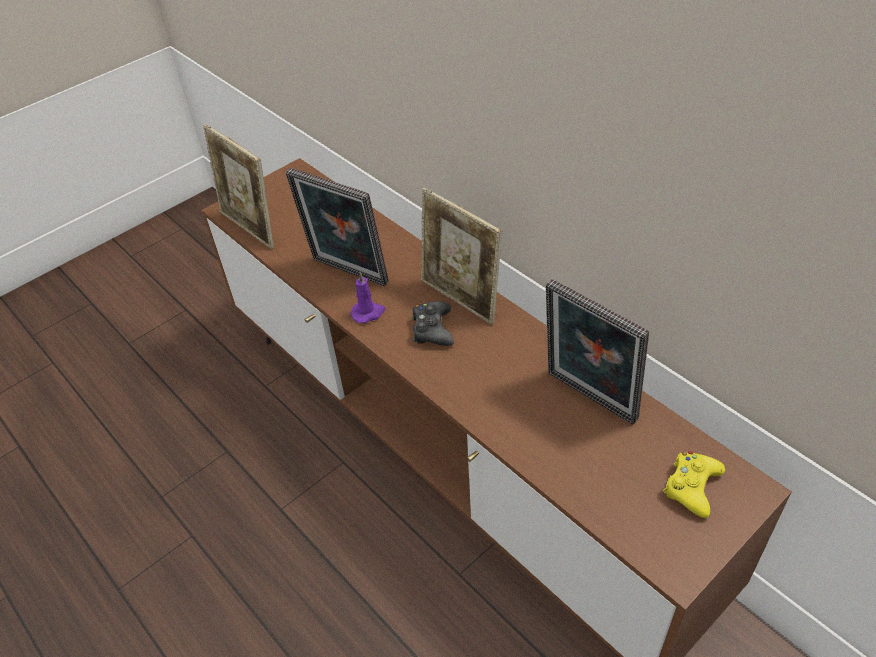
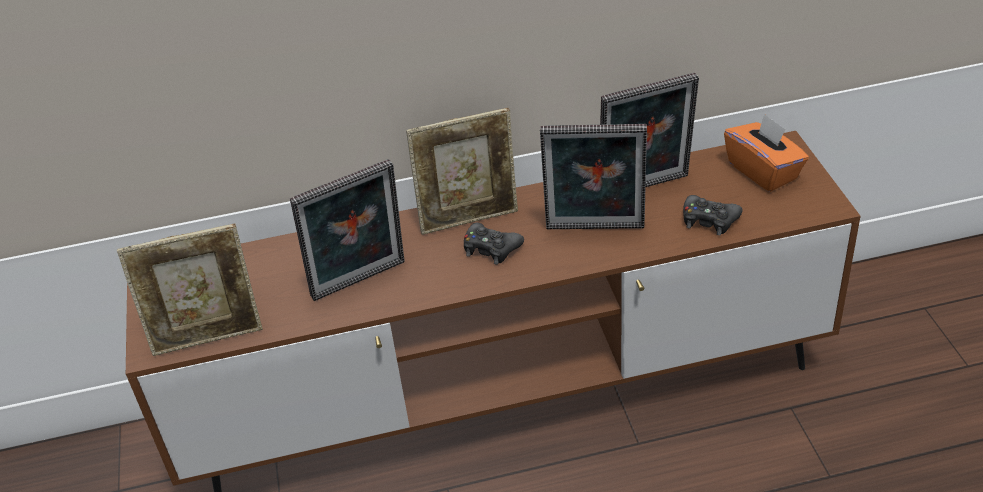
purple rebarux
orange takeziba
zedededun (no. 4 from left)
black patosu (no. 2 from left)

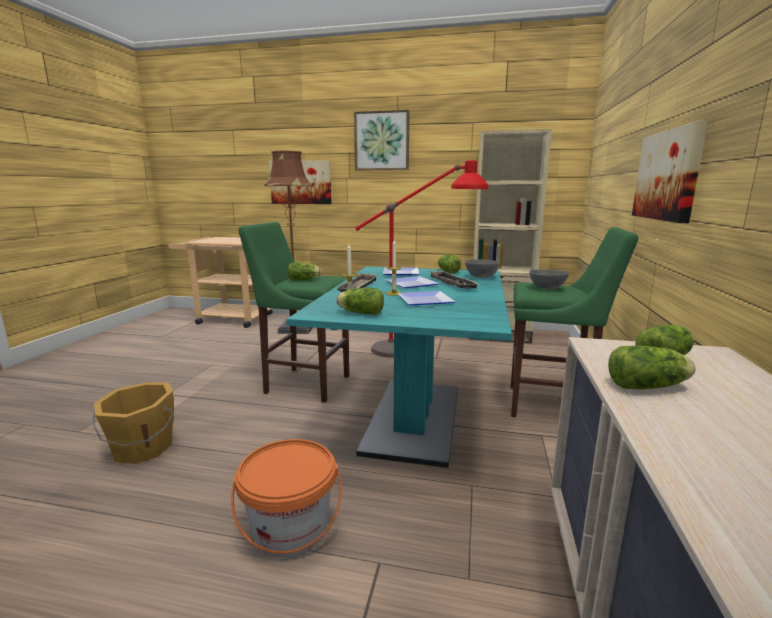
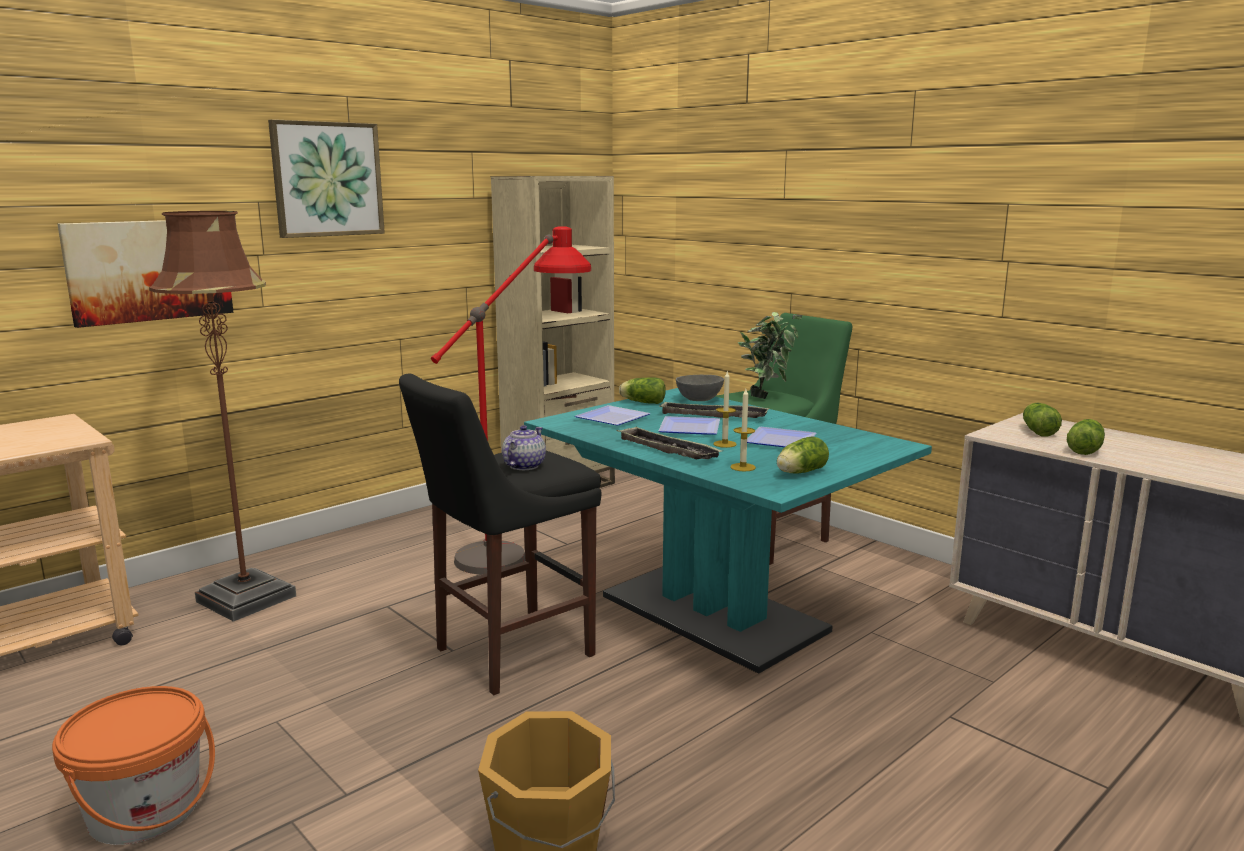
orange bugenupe (no. 1 from left)
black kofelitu
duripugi
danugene
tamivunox (no. 3 from left in the first image)

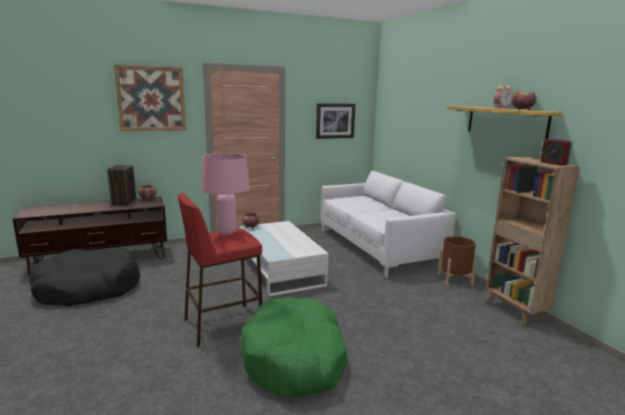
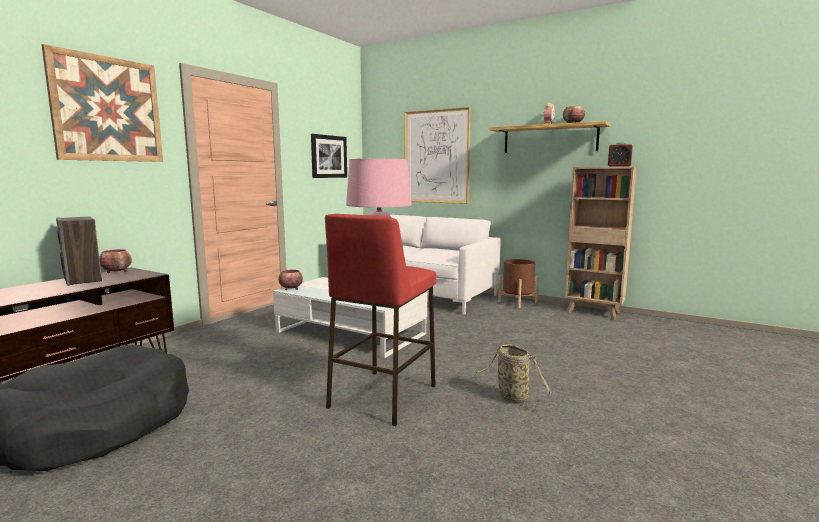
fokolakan
tamivunox (no. 3 from left)

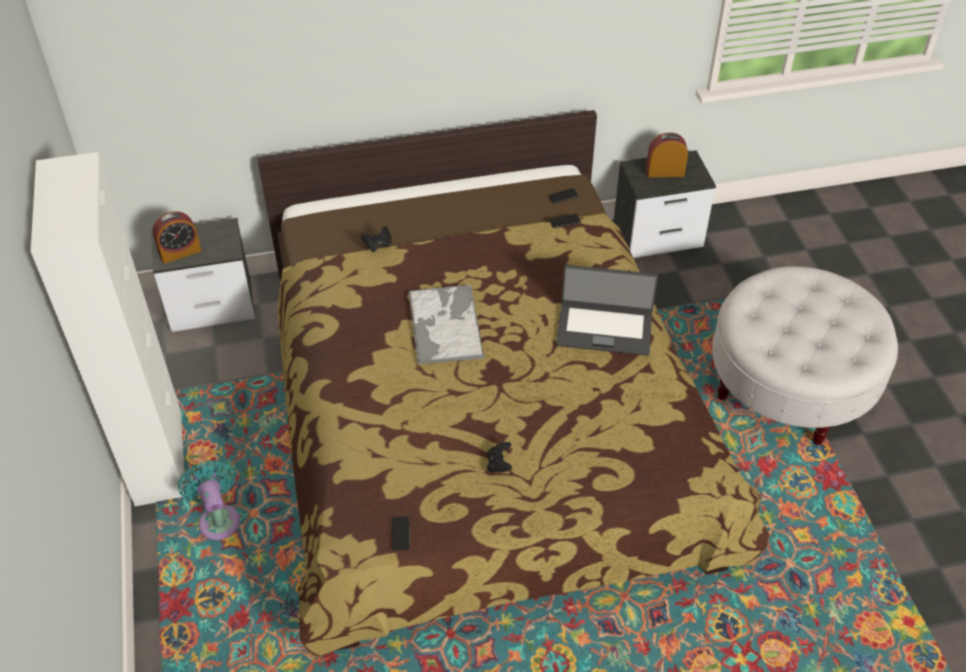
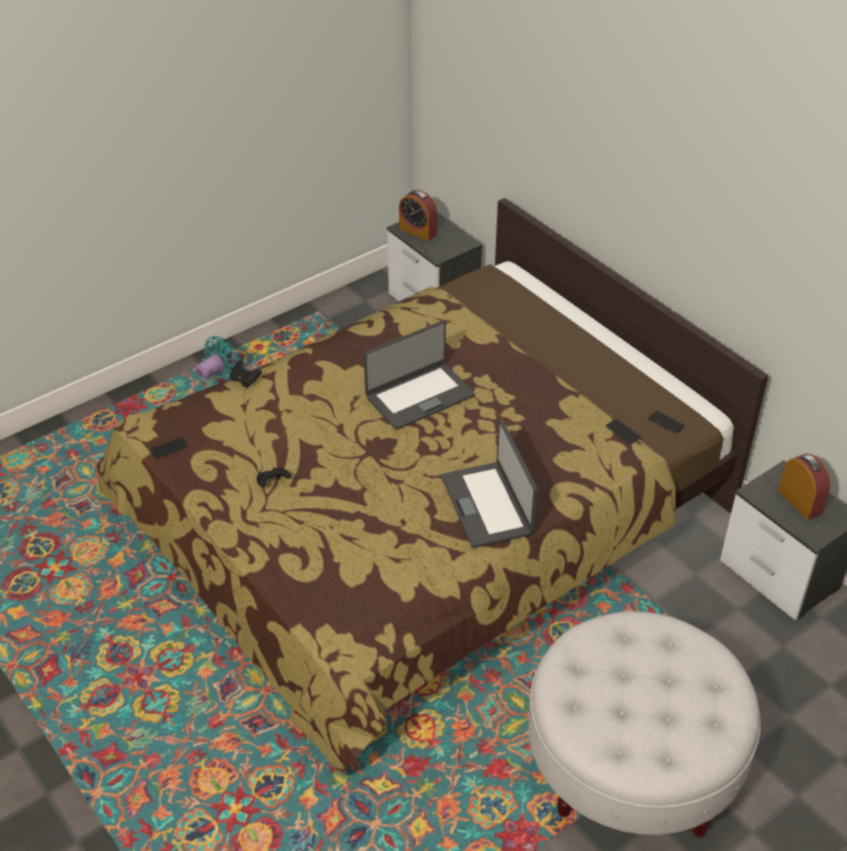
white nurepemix
black patosu (no. 1 from left)
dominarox (no. 1 from left)

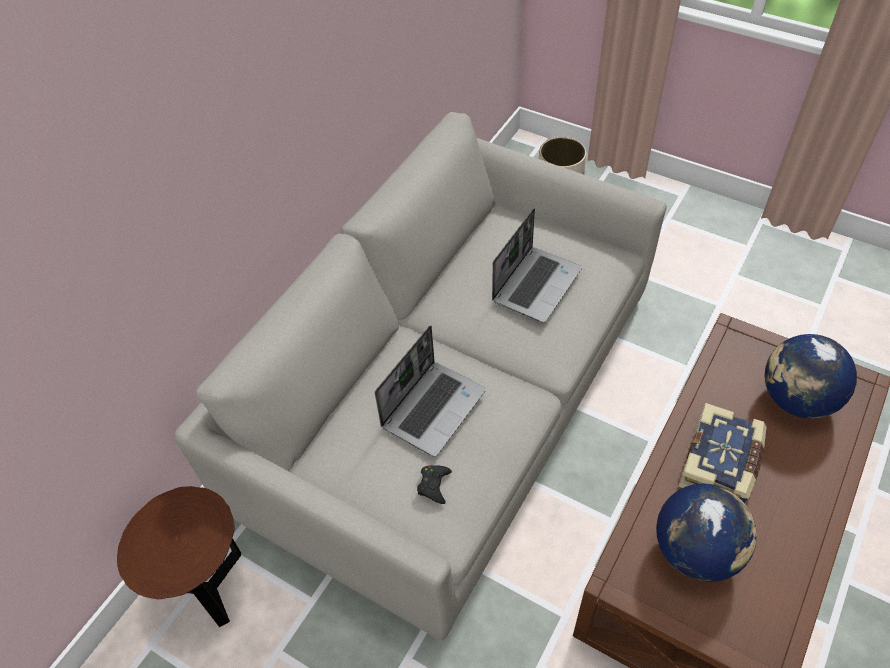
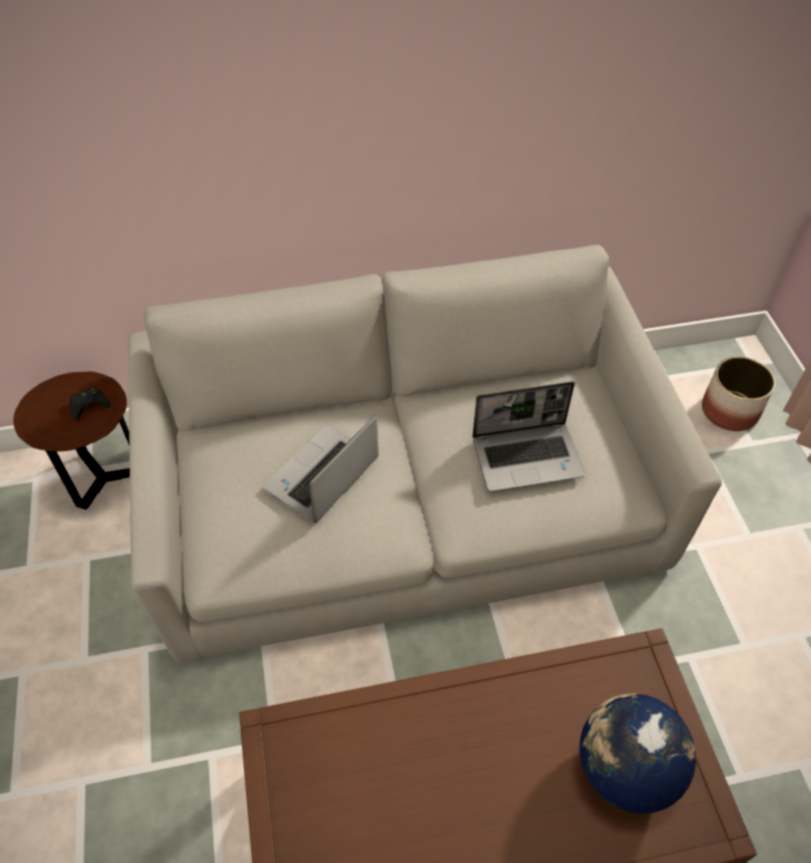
dominarox (no. 1 from left)
black patosu
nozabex (no. 1 from left in the first image)
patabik

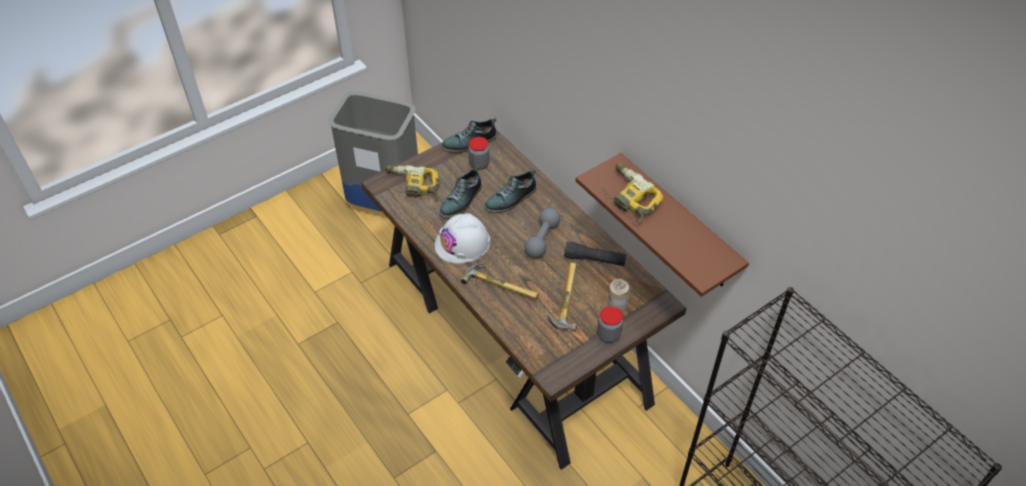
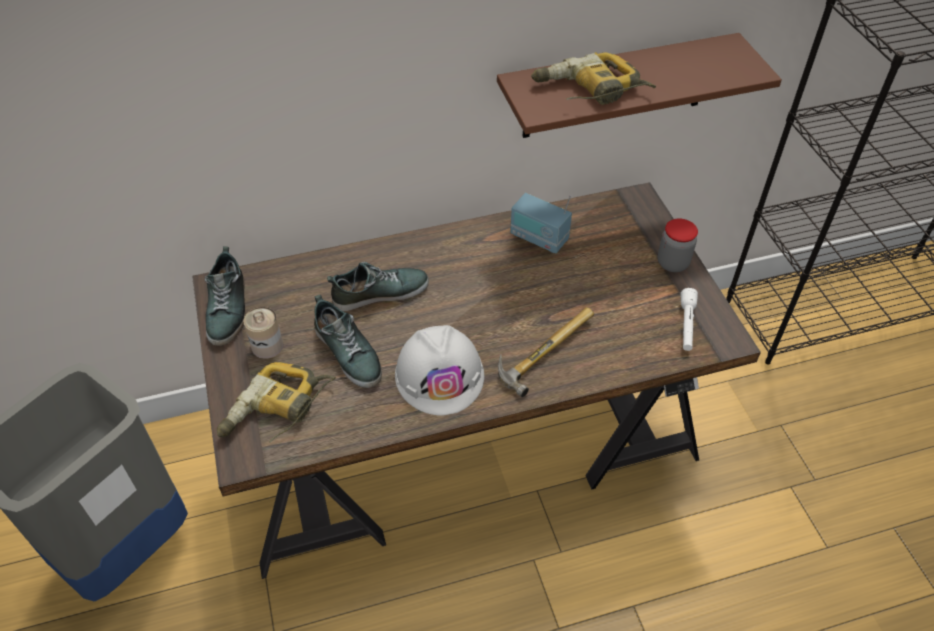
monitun (no. 1 from left in the first image)
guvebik (no. 3 from left)
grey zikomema
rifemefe (no. 2 from left in the first image)
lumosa
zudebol
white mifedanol

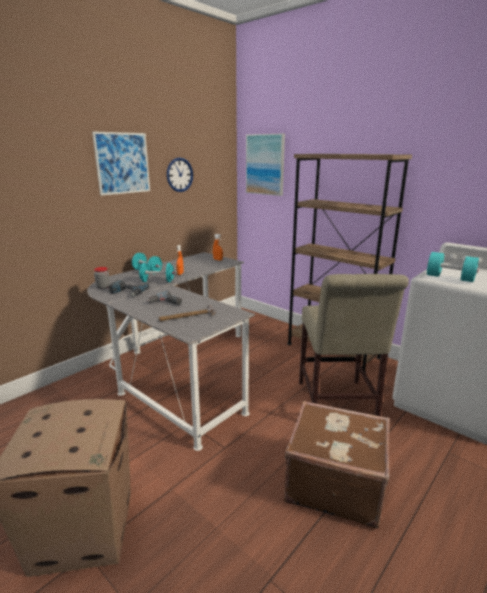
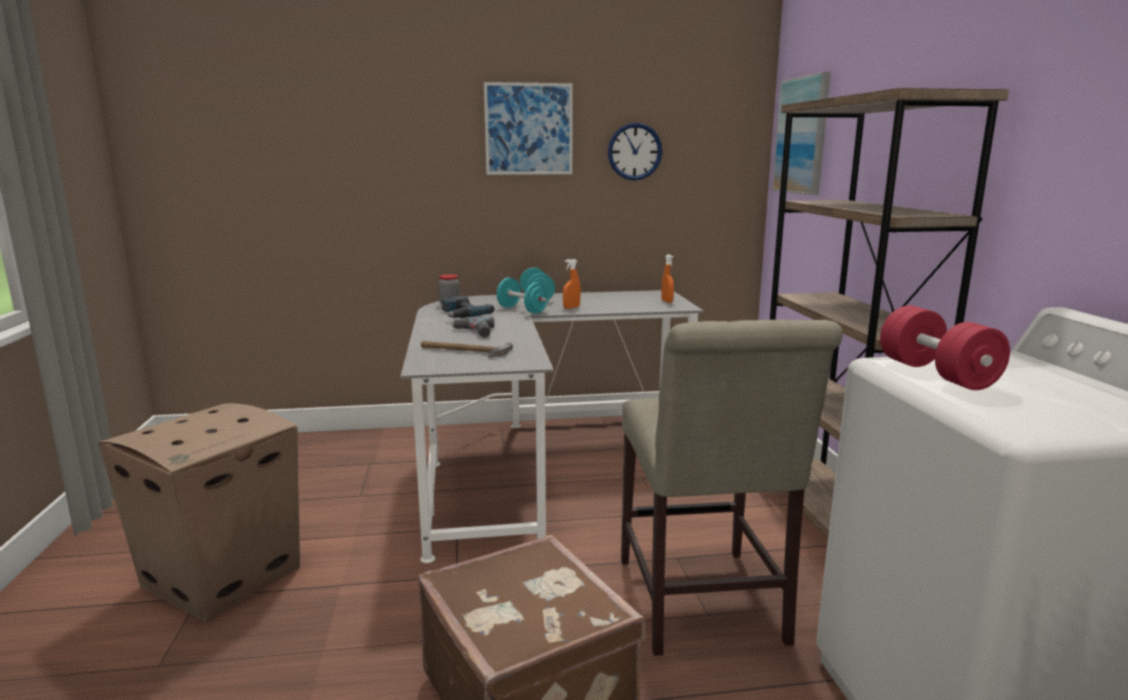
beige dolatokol
red zikomema

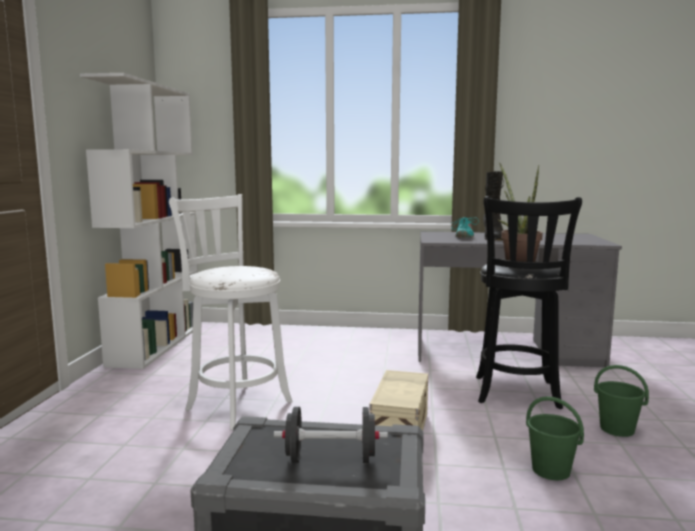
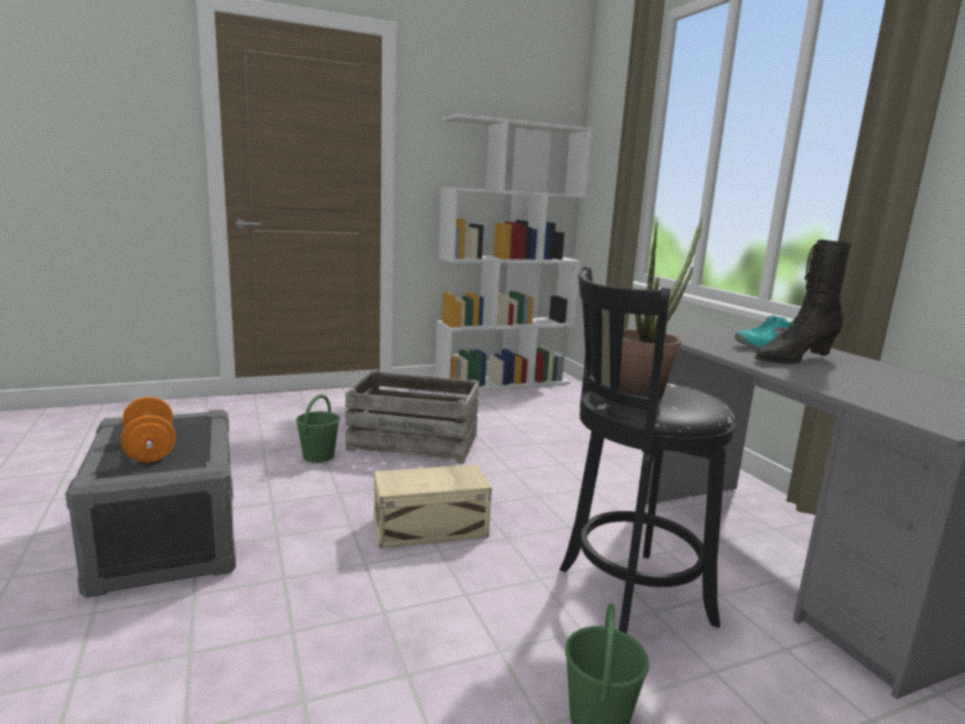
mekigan
orange zikomema
green bugenupe (no. 1 from left)

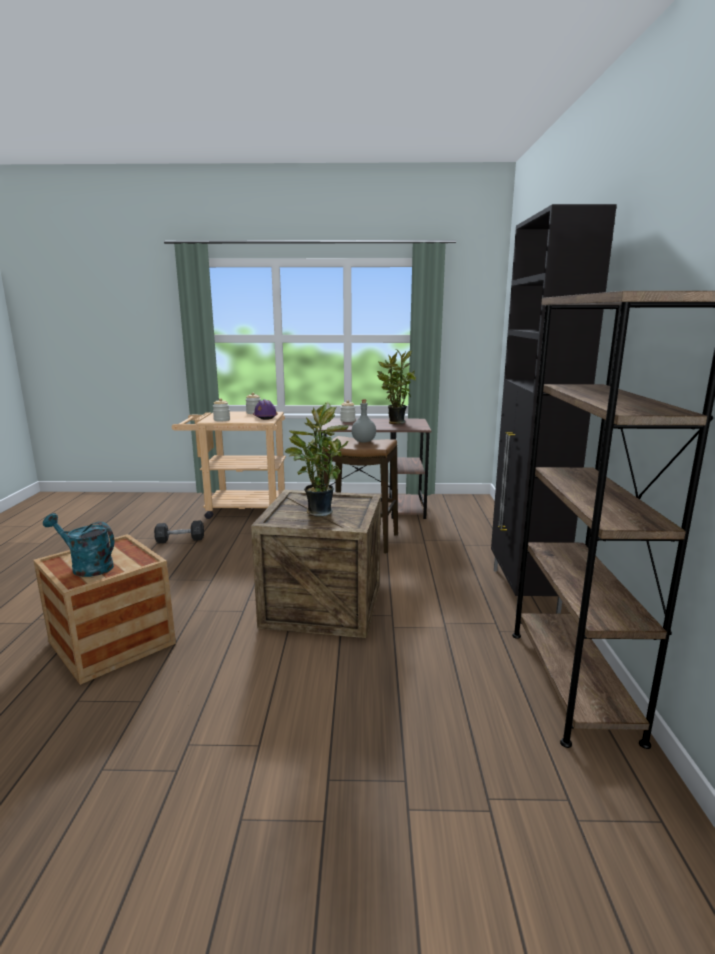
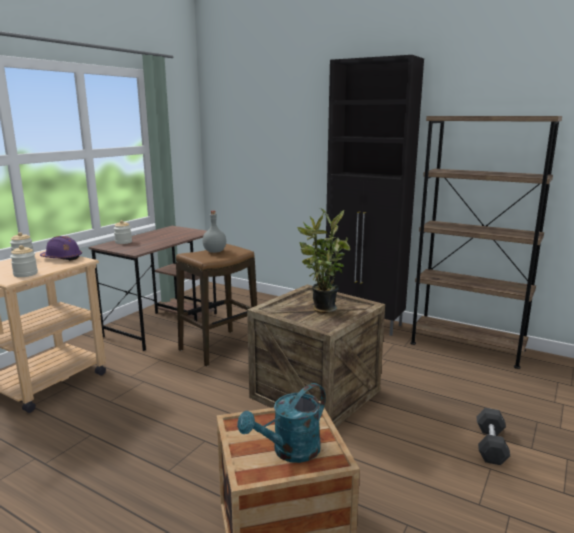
grey zikomema
danugene (no. 2 from left in the first image)

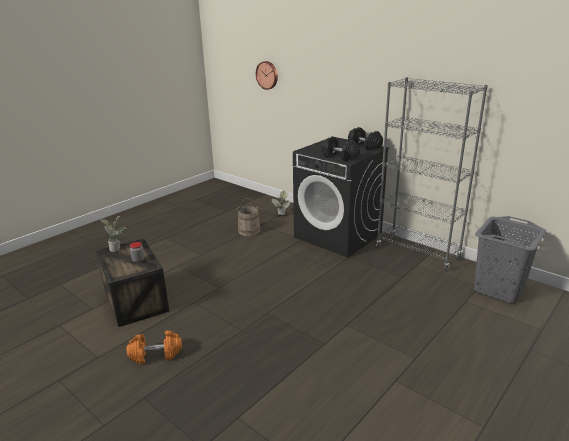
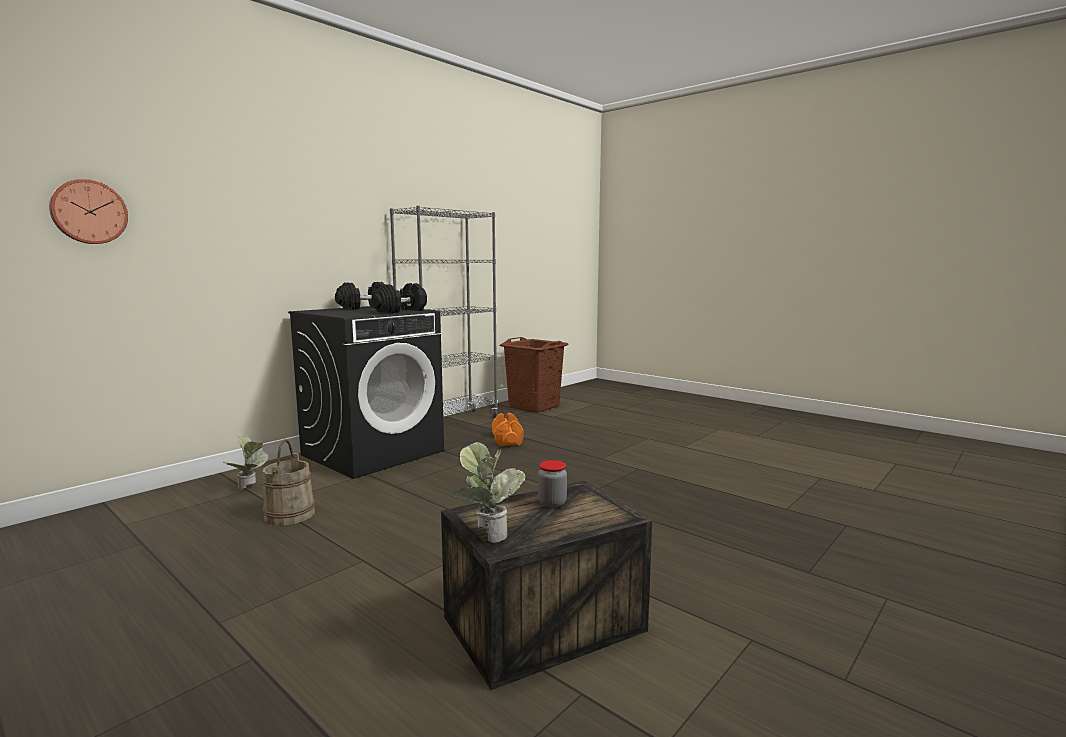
orange zikomema
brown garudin

